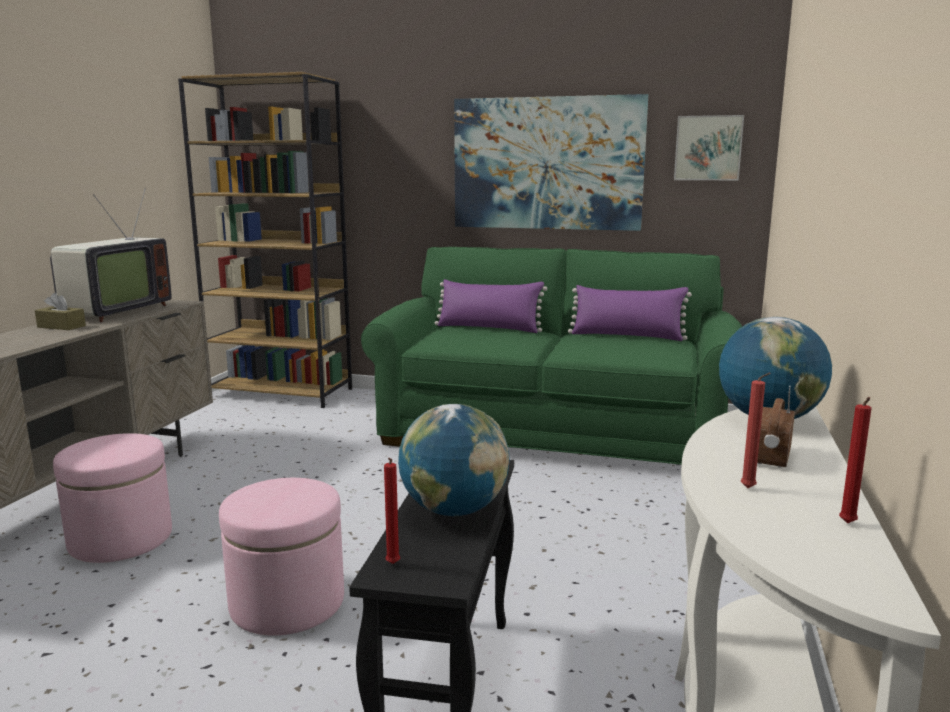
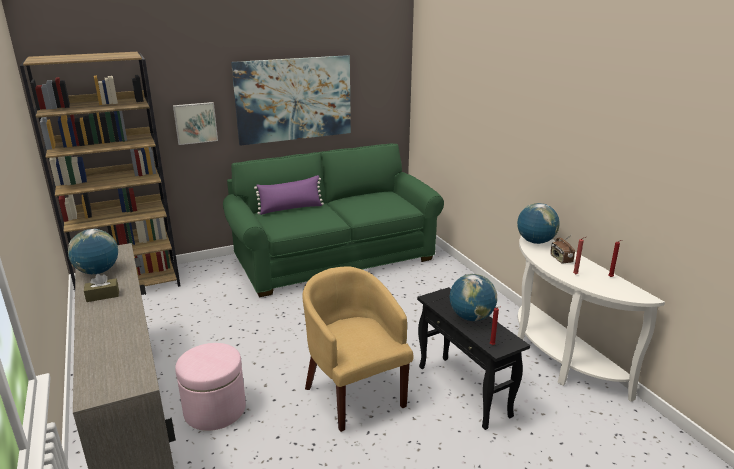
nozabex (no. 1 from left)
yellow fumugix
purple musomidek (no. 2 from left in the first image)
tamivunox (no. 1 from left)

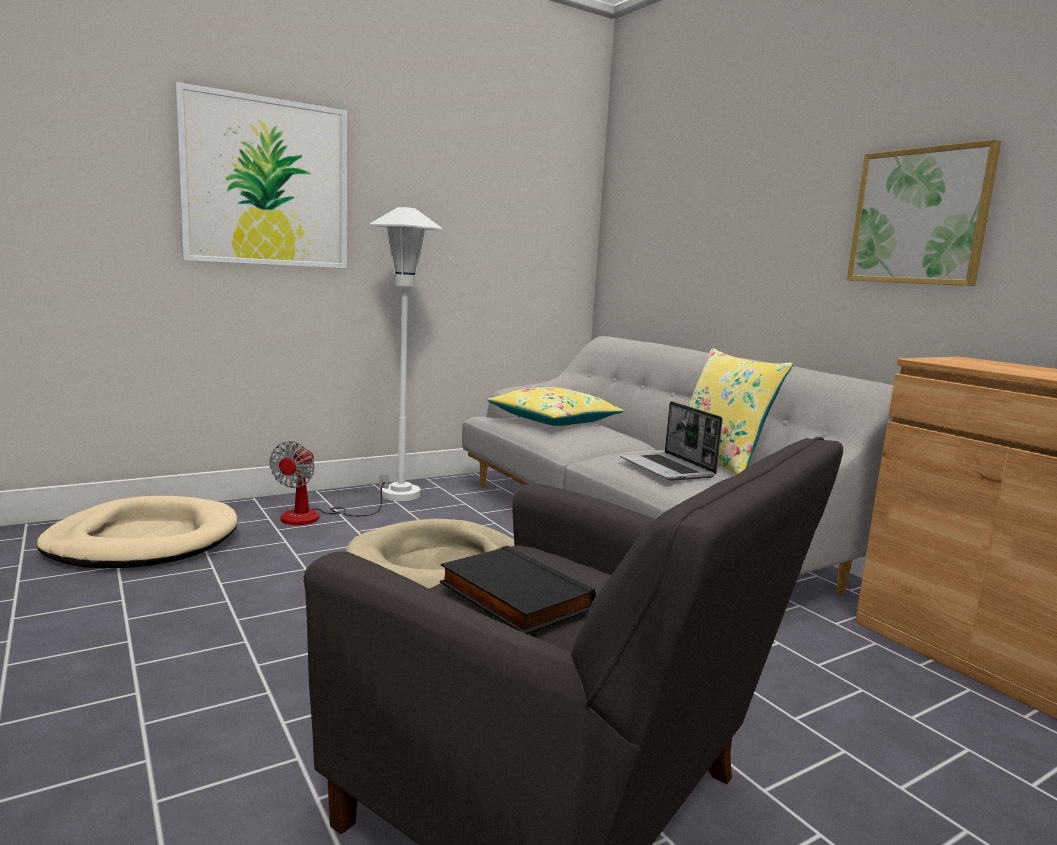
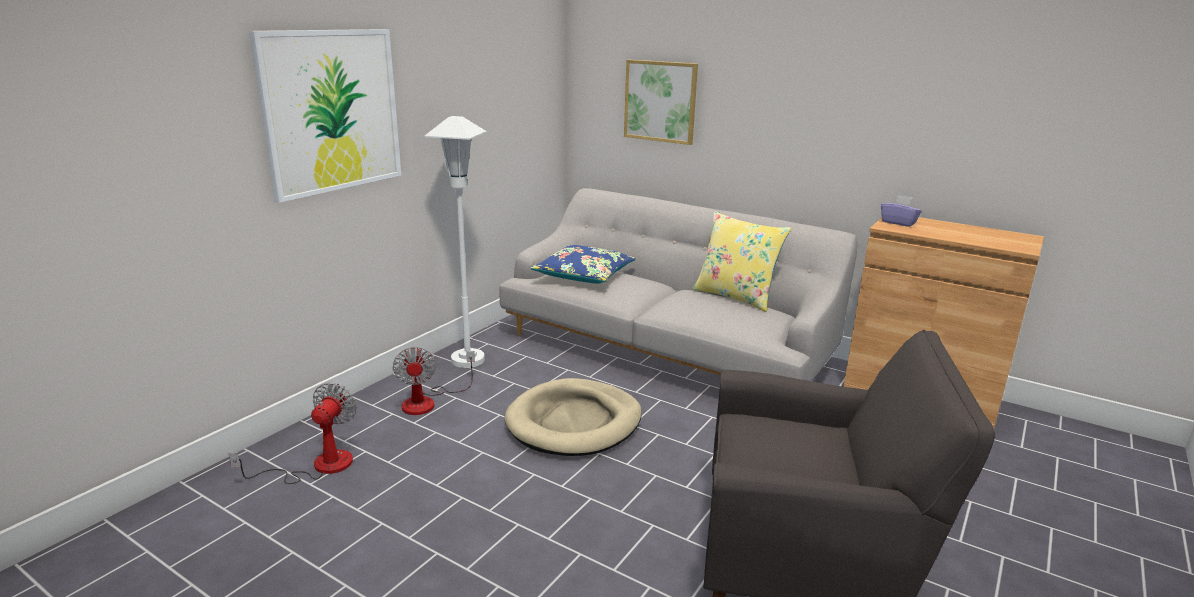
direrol (no. 1 from left)
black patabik
blue musomidek
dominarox
tamivunox (no. 2 from left)
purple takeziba

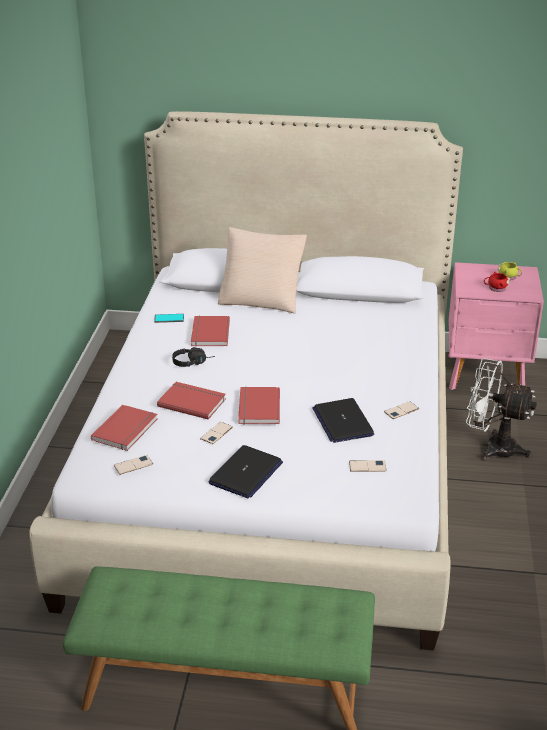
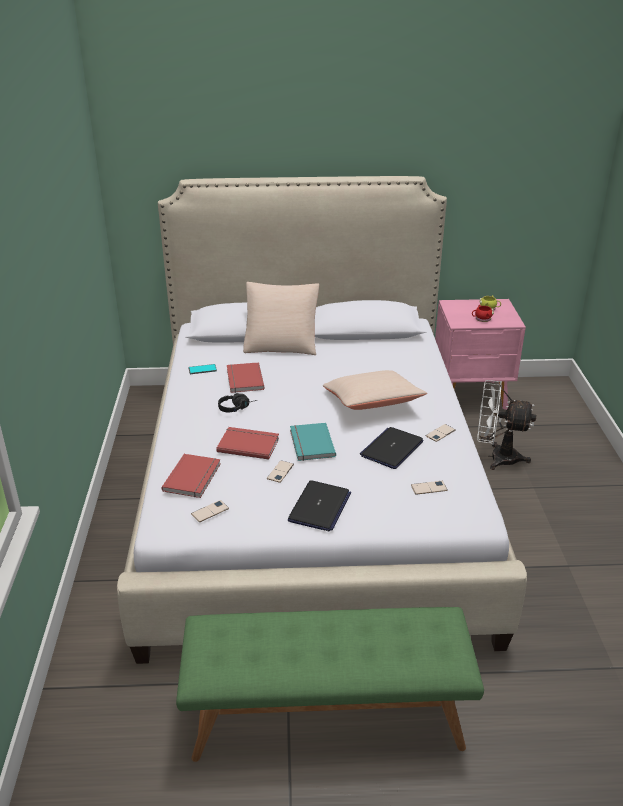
turquoise patabik
dominarox (no. 2 from left)
beige musomidek (no. 2 from left)

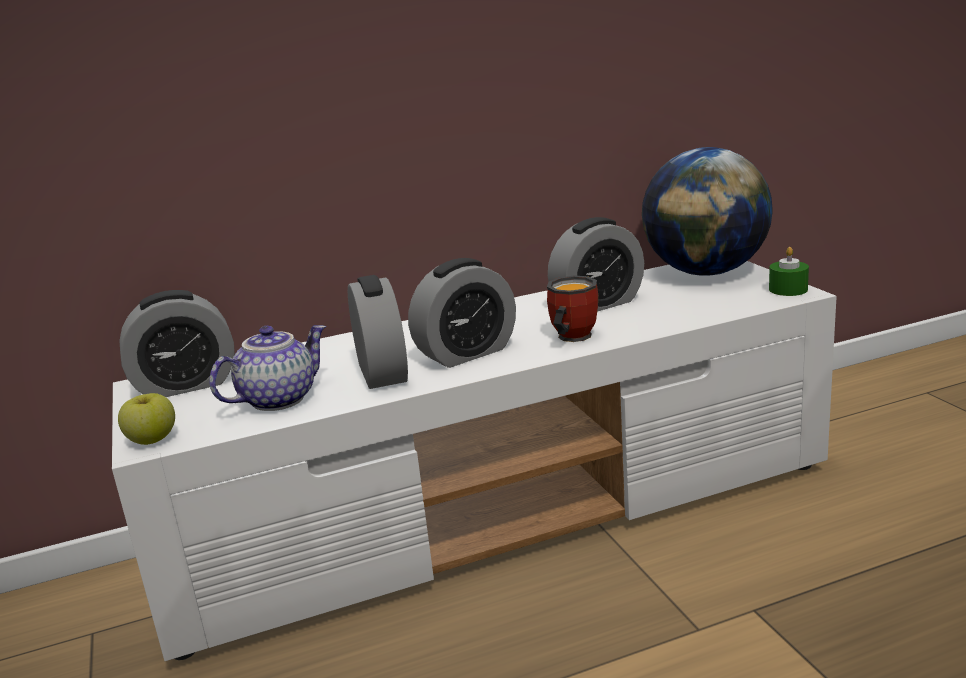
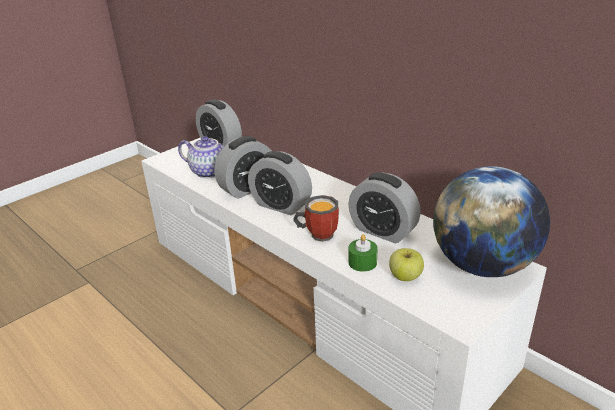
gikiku
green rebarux

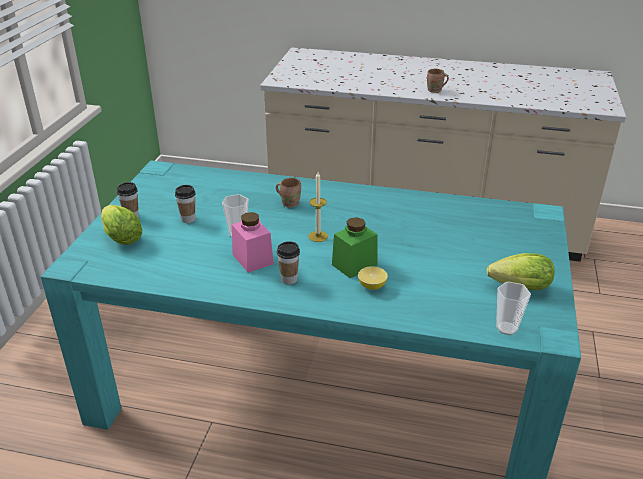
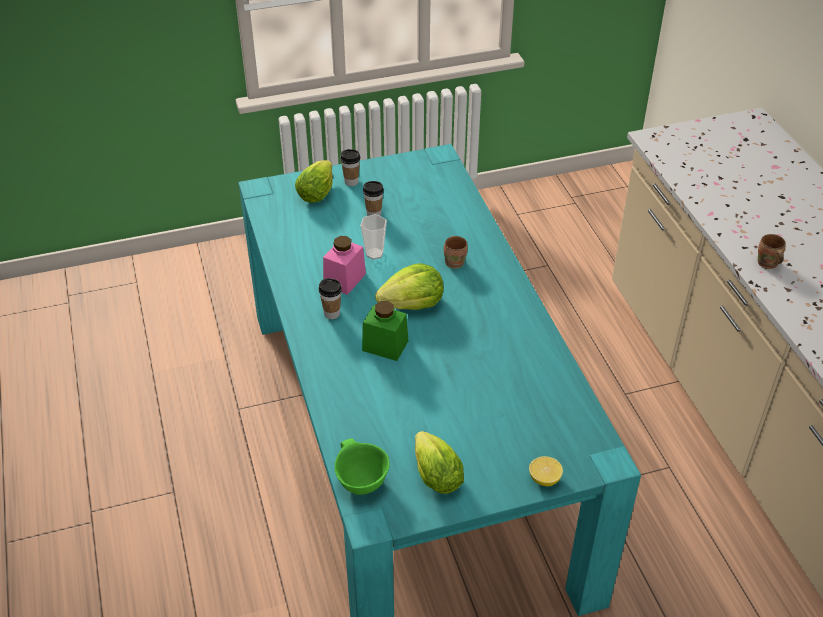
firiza (no. 2 from left)
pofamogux
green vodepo

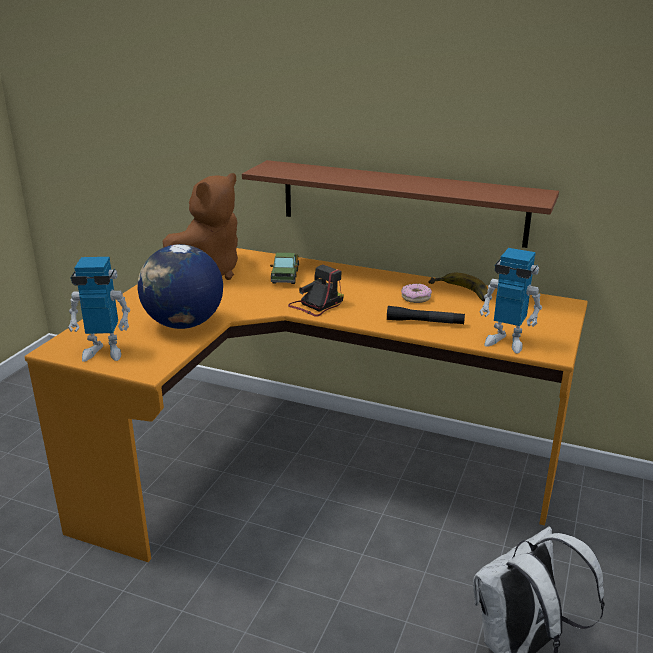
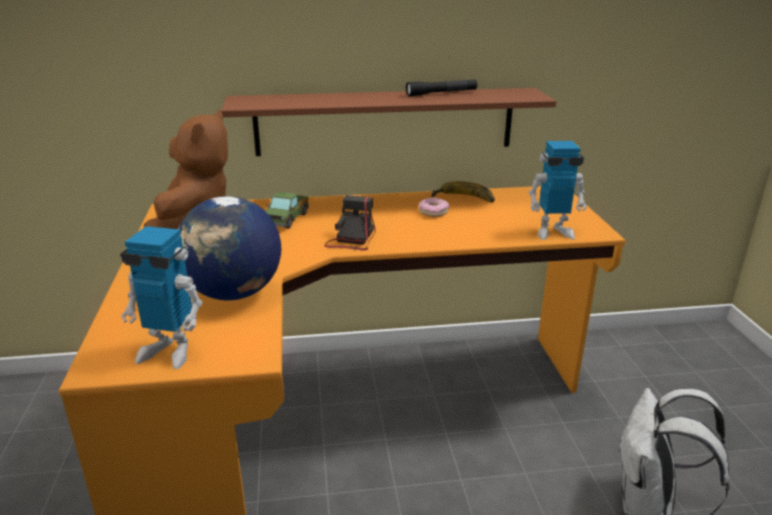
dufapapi (no. 1 from left)
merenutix
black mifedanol

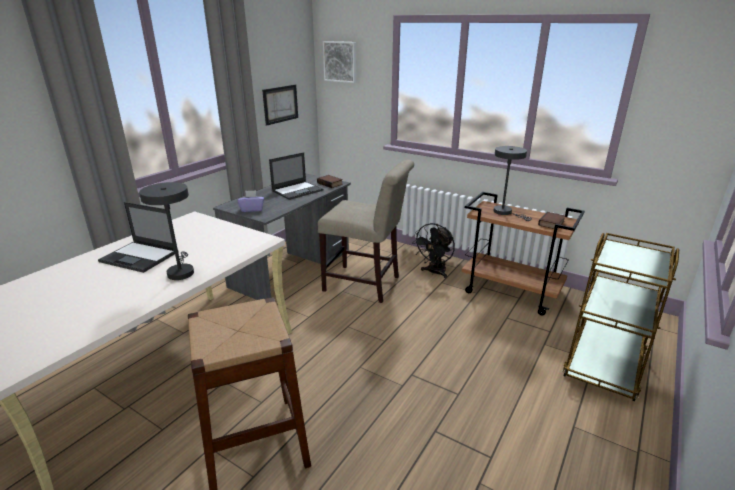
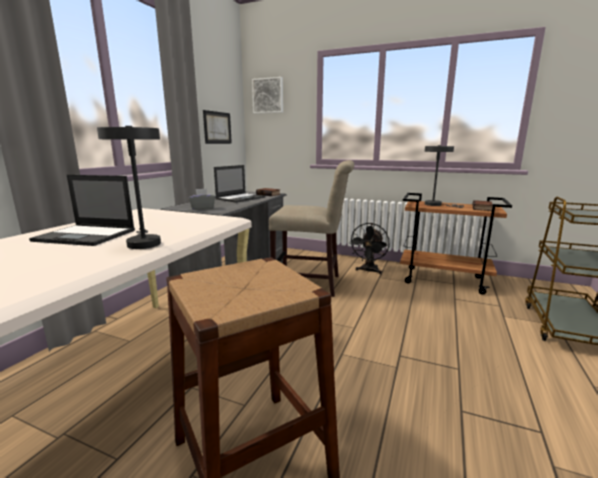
grey takeziba

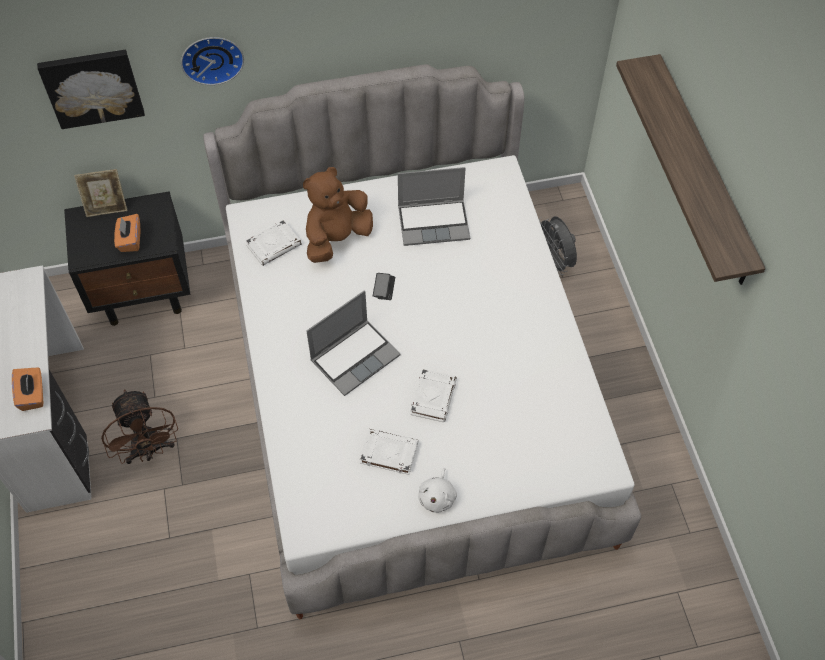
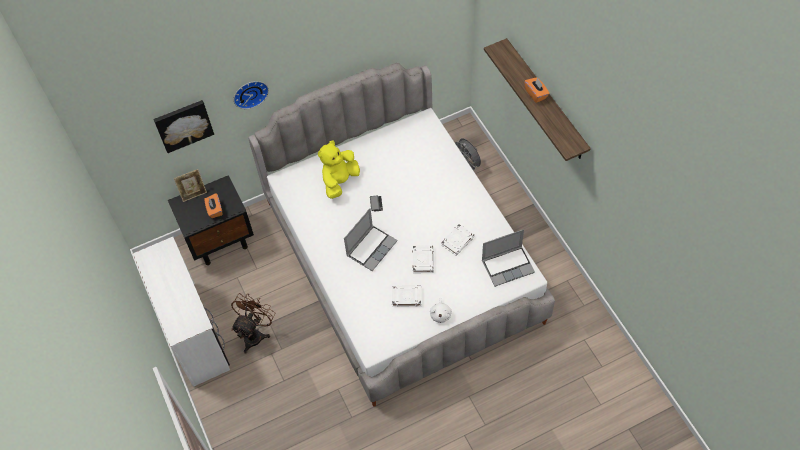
orange takeziba (no. 2 from left)
brown direrol
white patabik (no. 3 from left)
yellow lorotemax
dominarox (no. 2 from left)

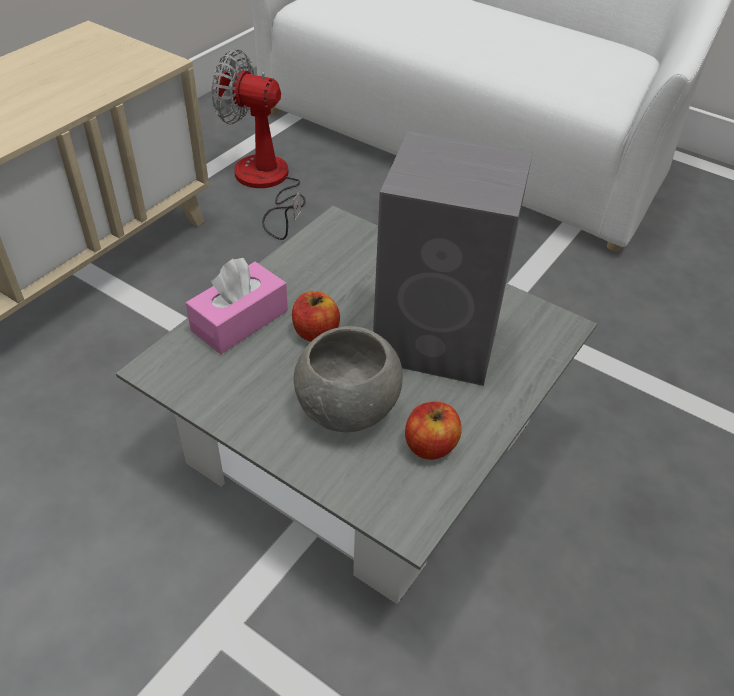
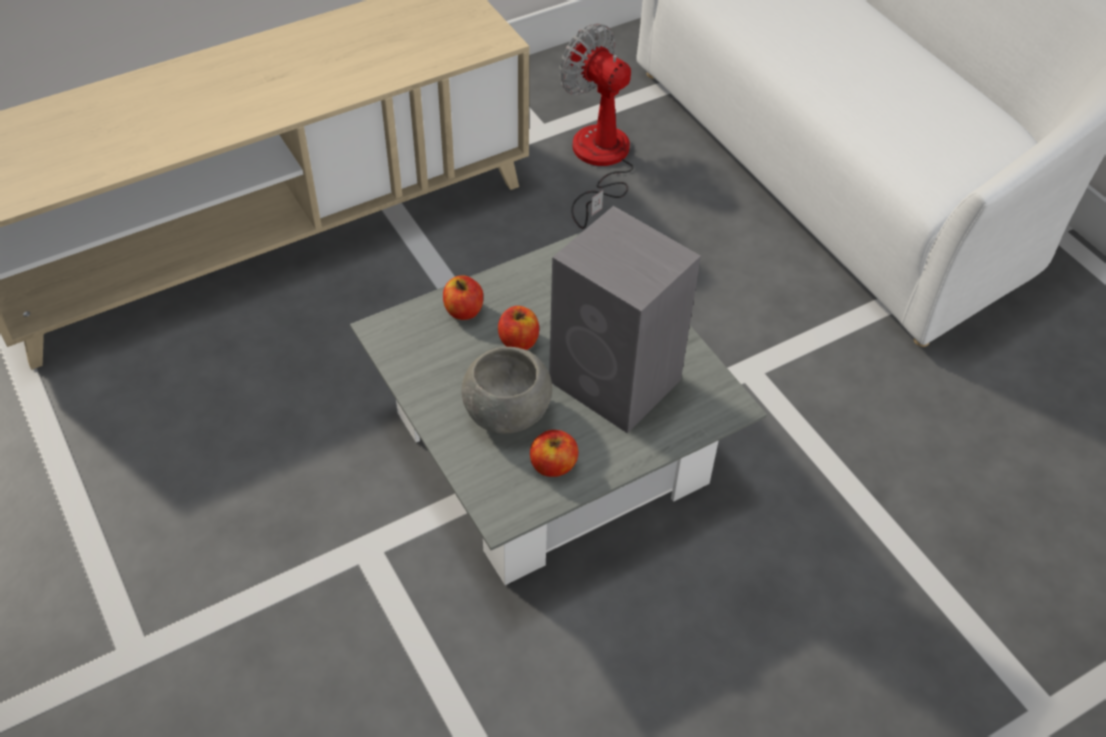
gikiku (no. 1 from left)

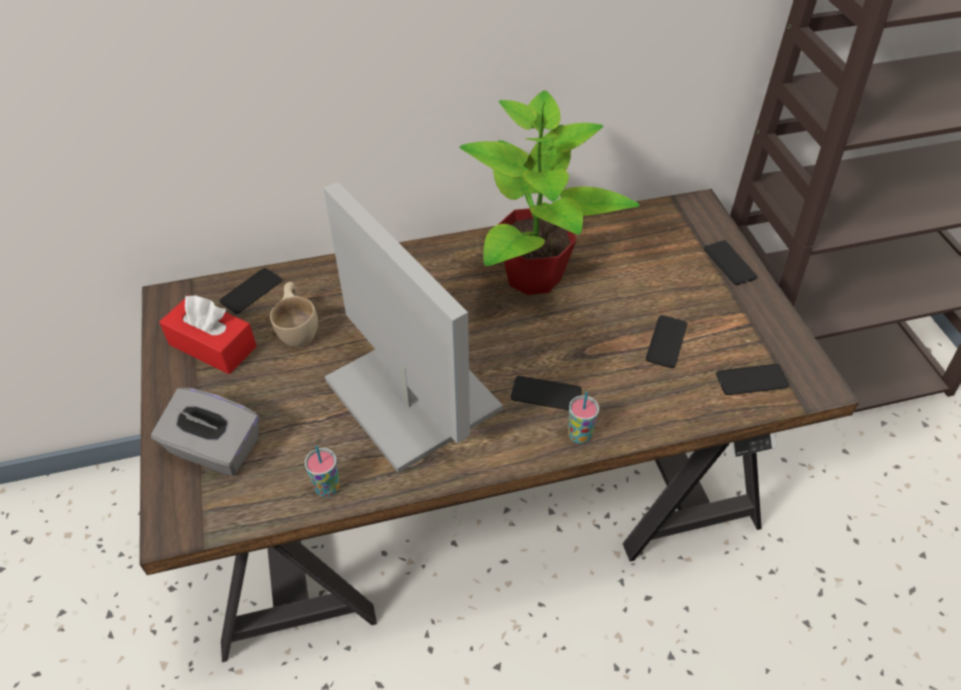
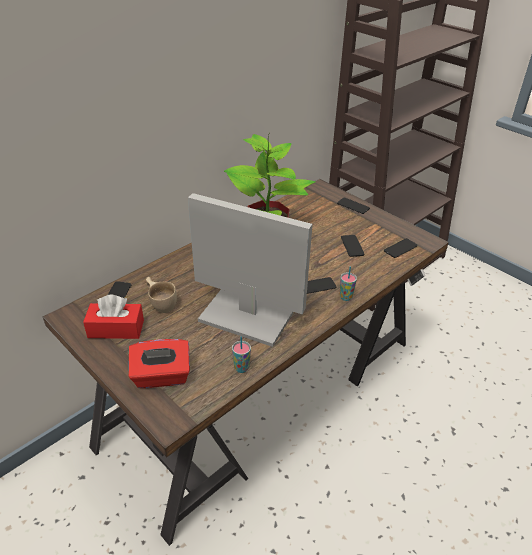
red takeziba (no. 2 from left)

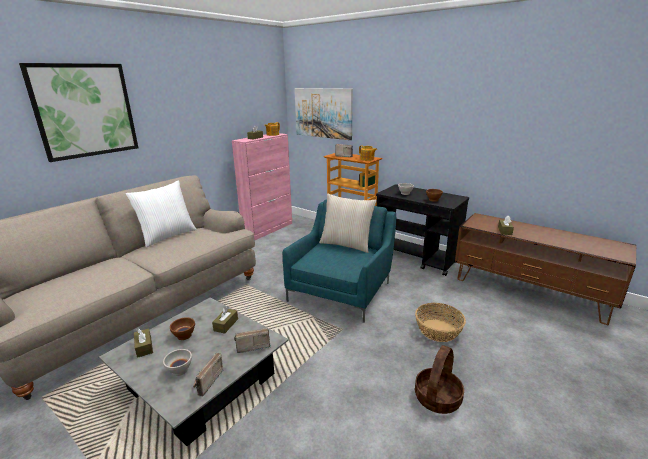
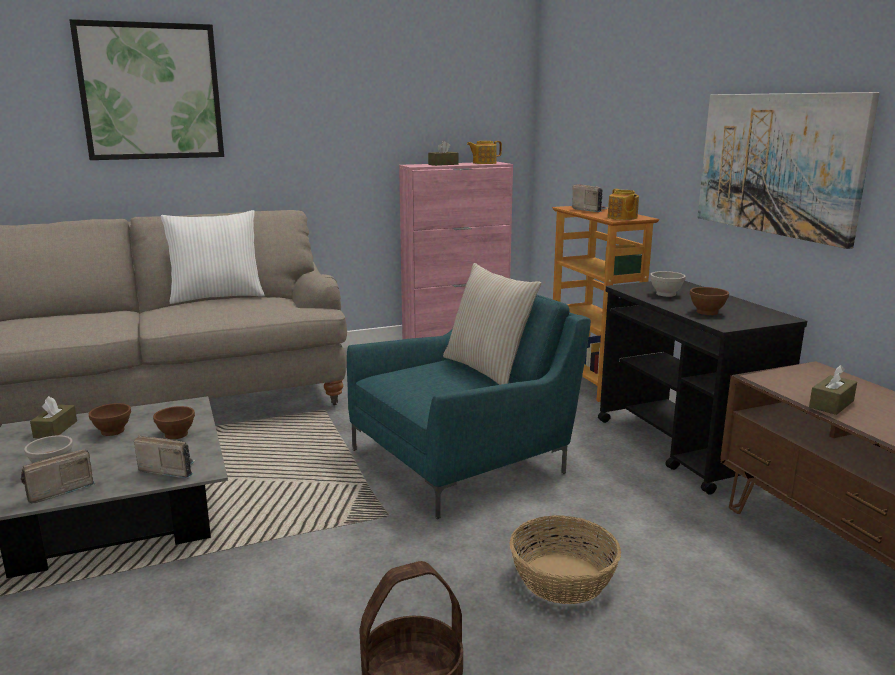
brown vodepo (no. 2 from left)
tamivunox (no. 2 from left)

